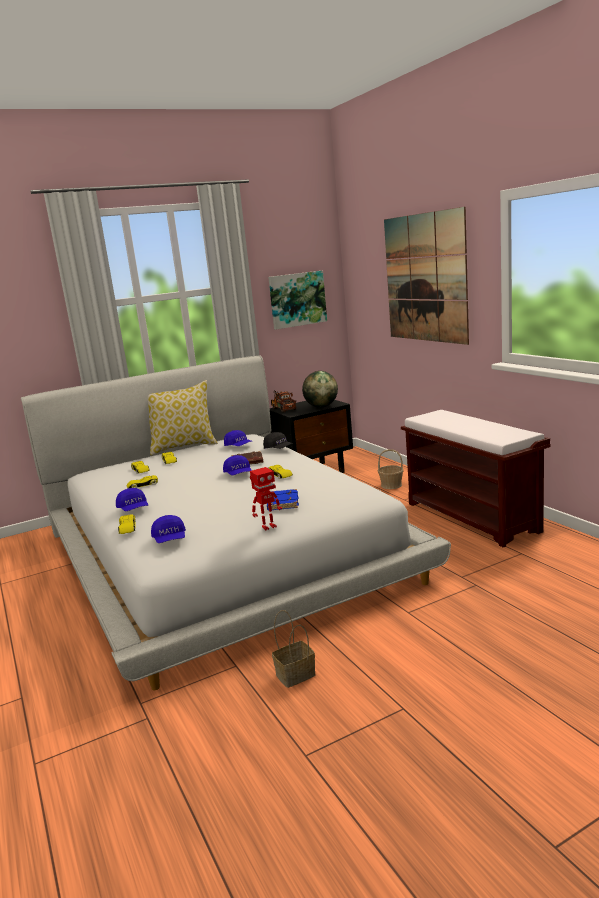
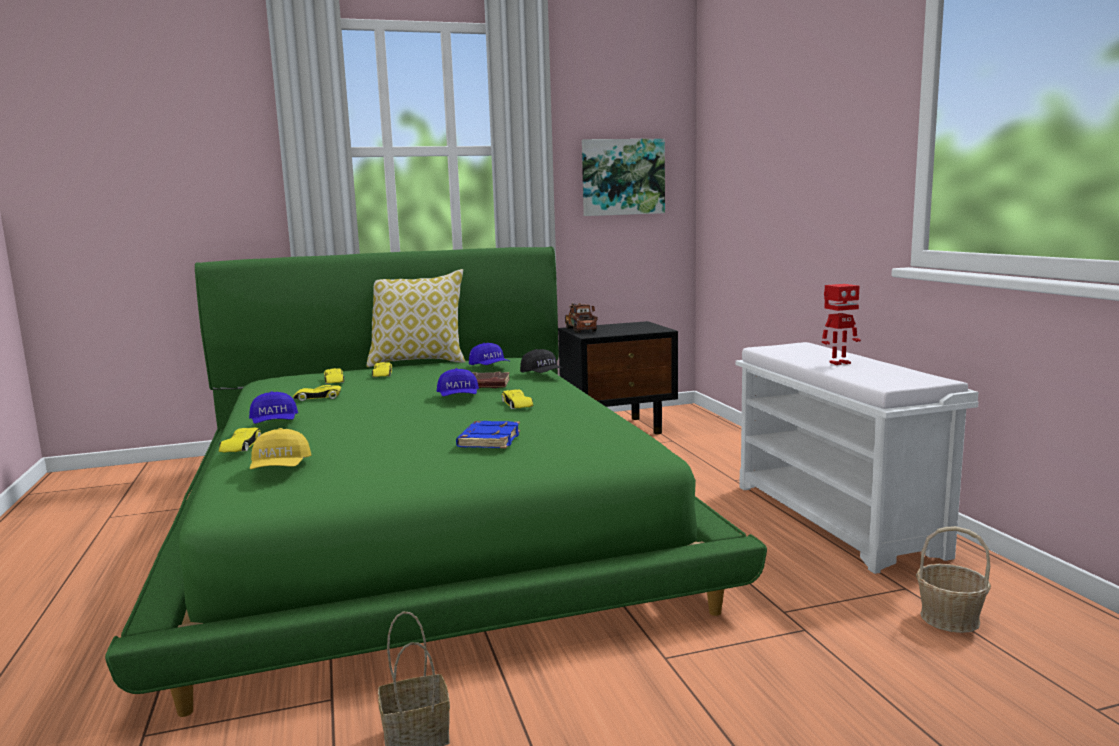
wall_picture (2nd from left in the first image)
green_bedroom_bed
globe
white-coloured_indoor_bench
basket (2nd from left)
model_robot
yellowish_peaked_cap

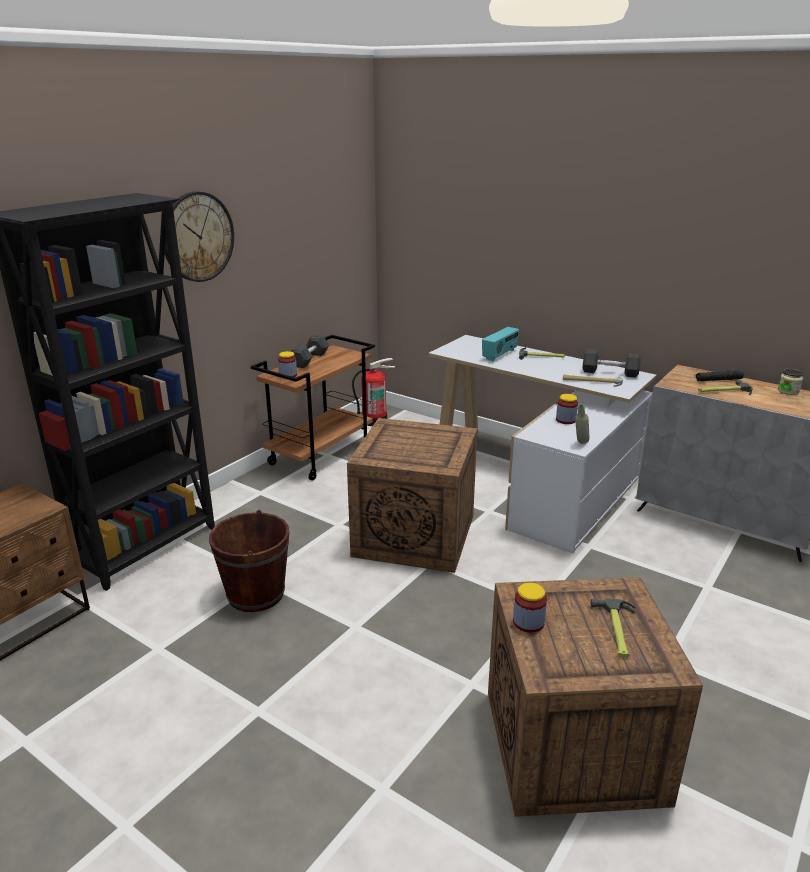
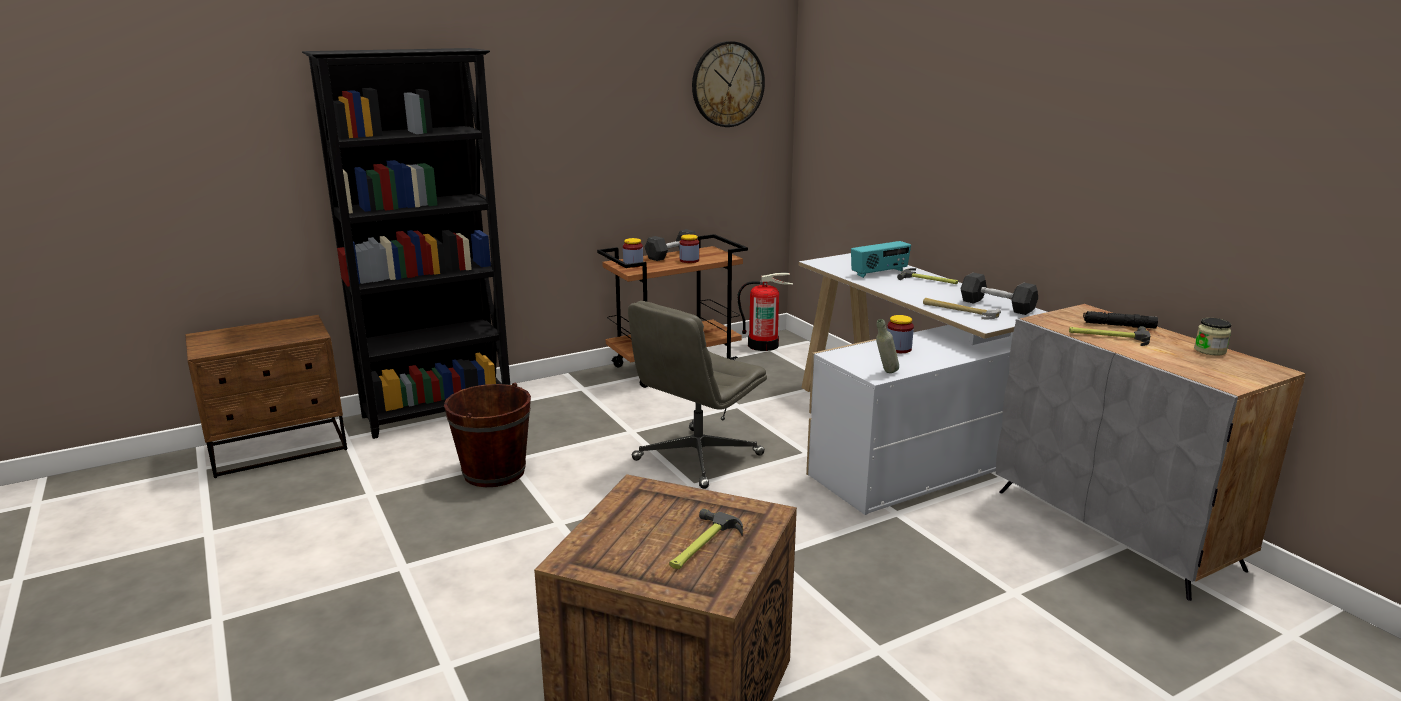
wall_clock
gray_computer_chair
preserve_jar (2nd from left)

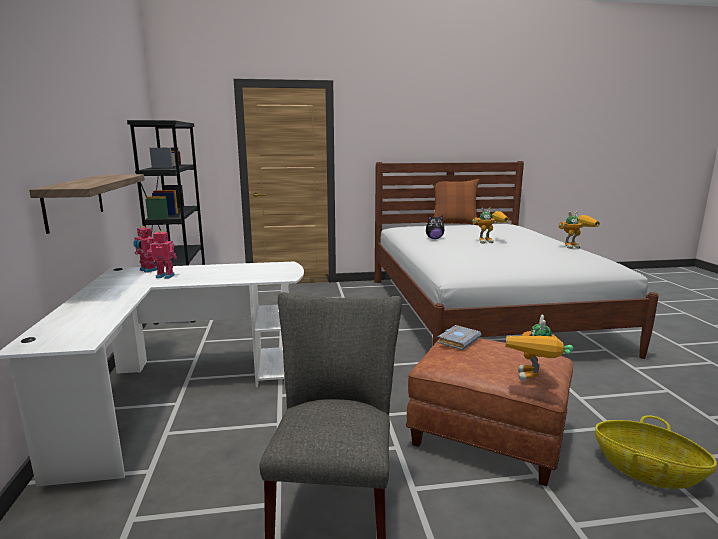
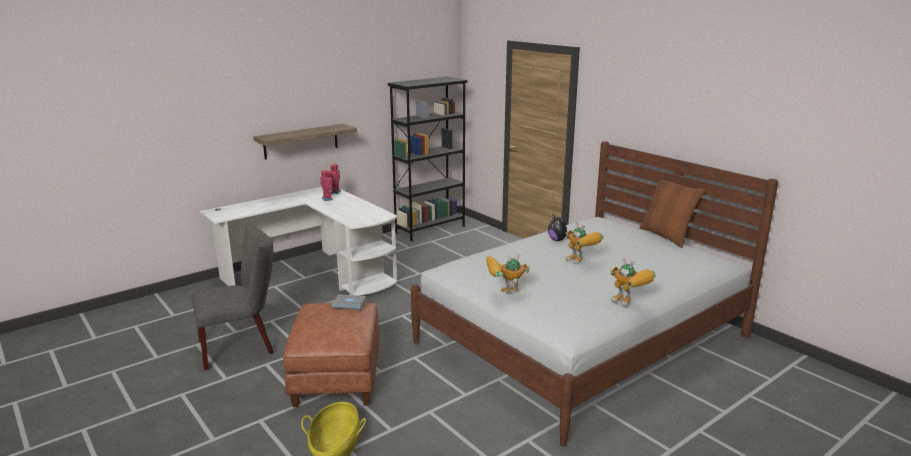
model_robot (3rd from left)

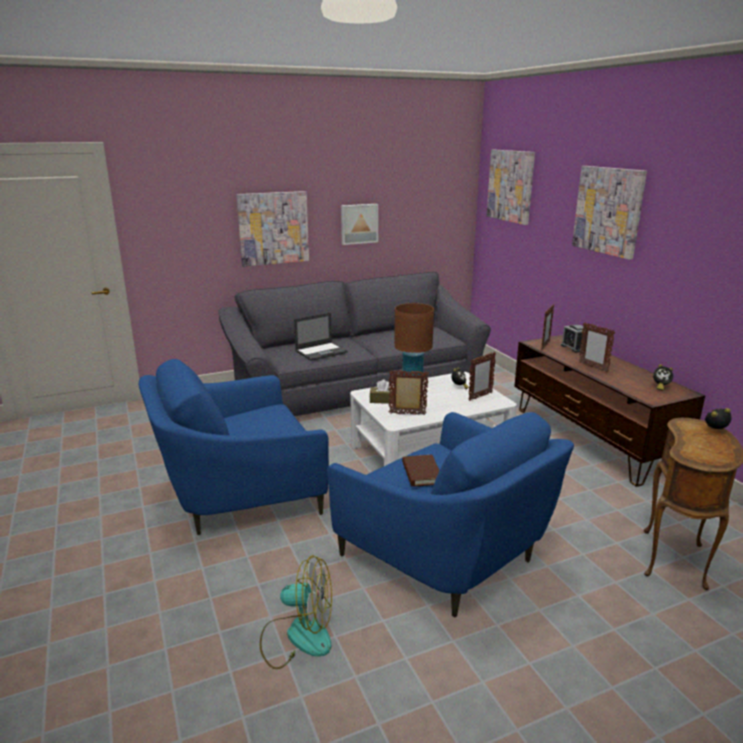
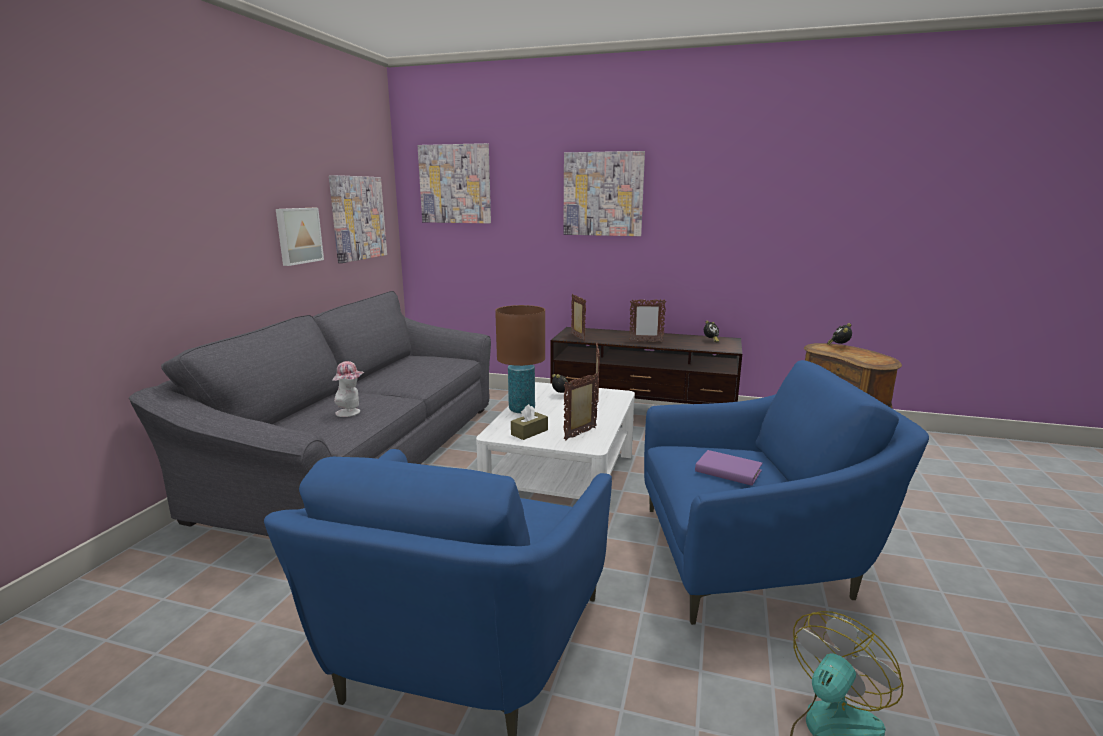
wall_picture (2nd from left)
wearable_hat
table_clock (2nd from left in the first image)
purple_bound_book

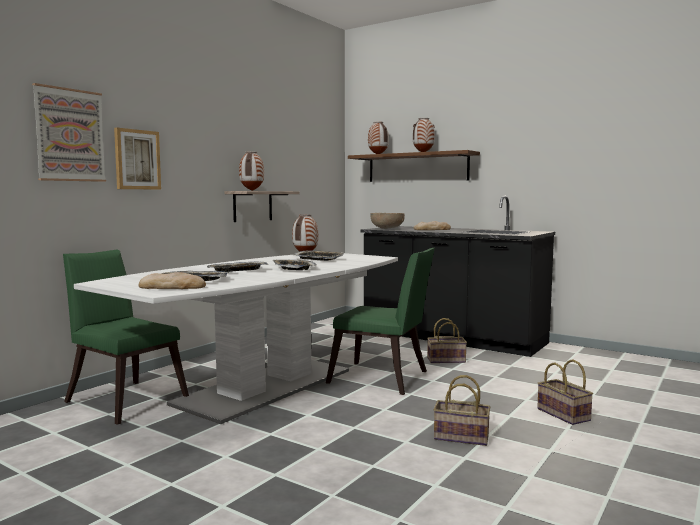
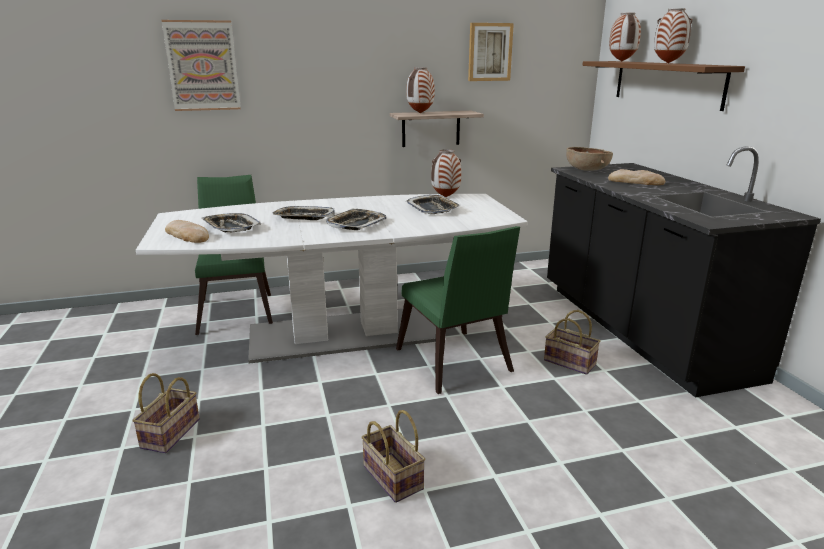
wall_picture (2nd from left)
basket (1st from left)

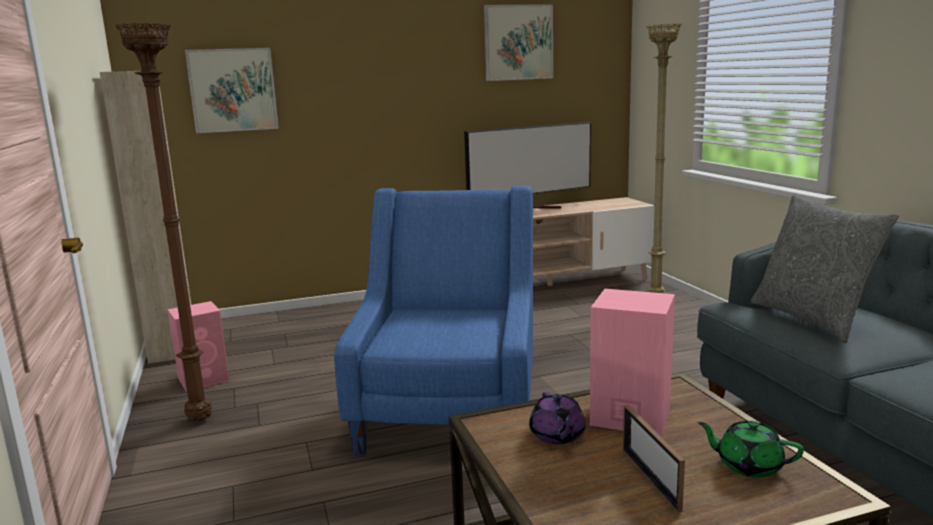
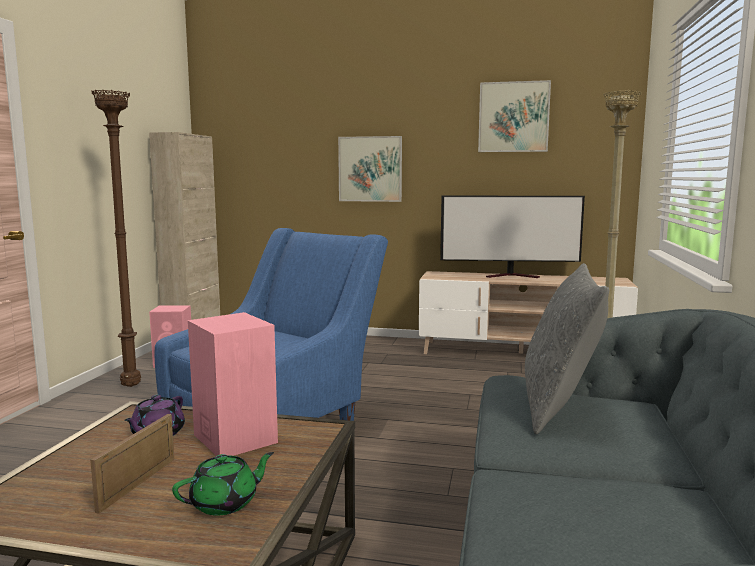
wall_picture (1st from left)
green_teapot

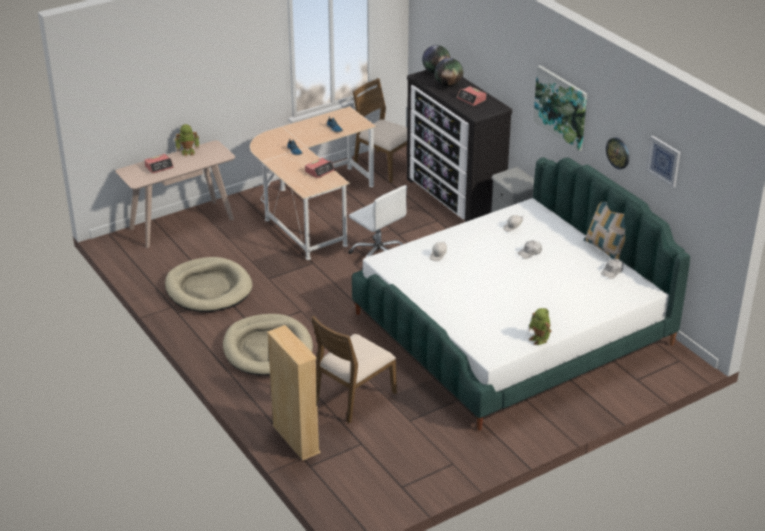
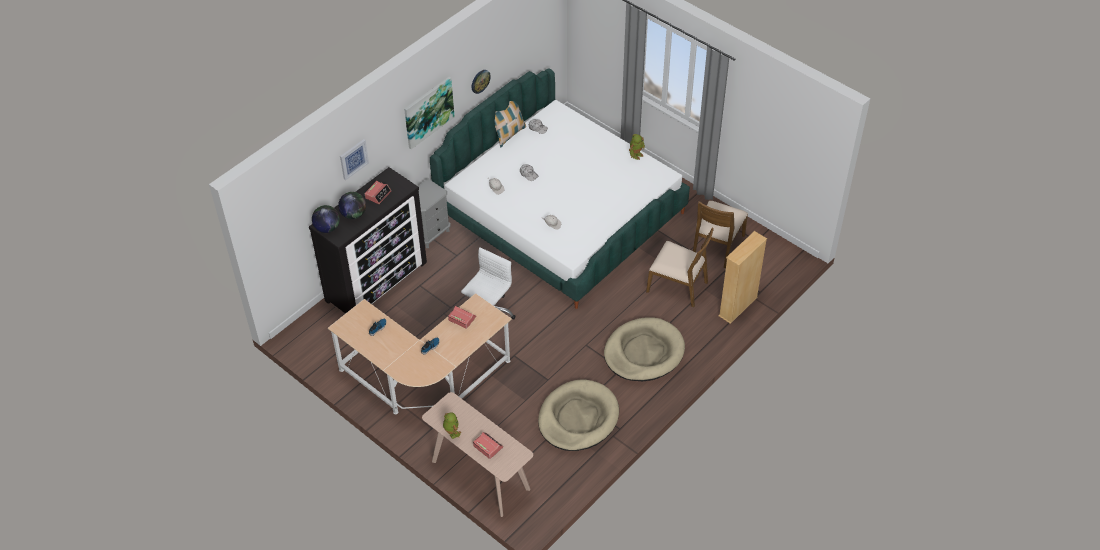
brown_plain_chair (2nd from left)
wall_picture (1st from left)

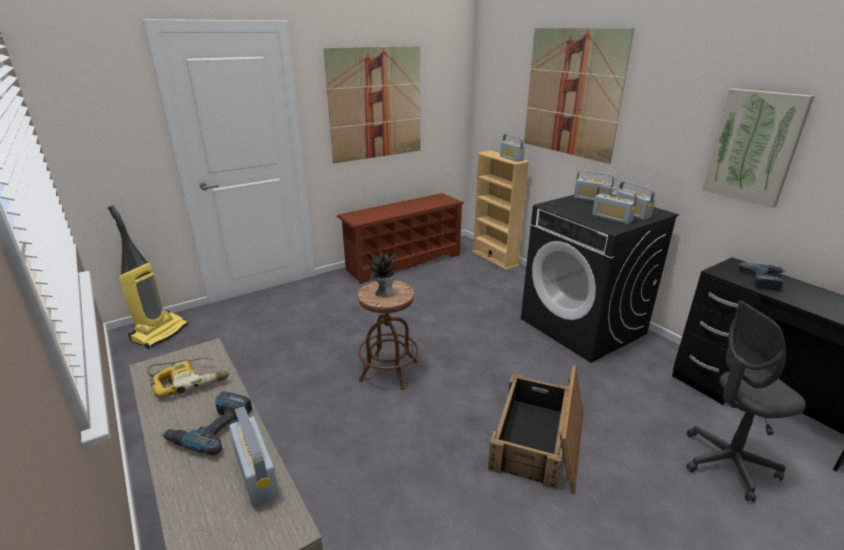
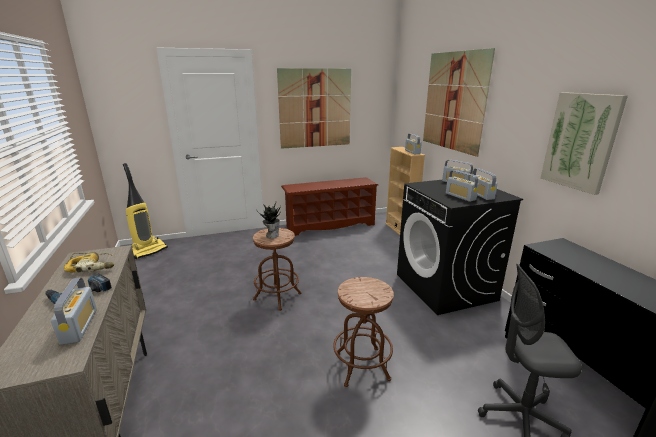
drill (3rd from left in the first image)
brown_sitting_stool (2nd from left)

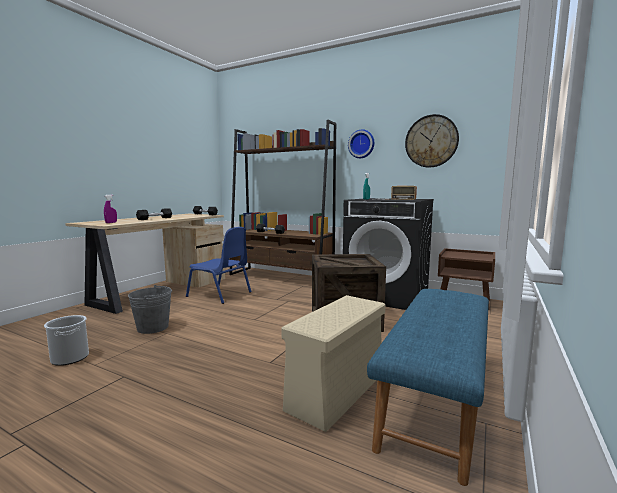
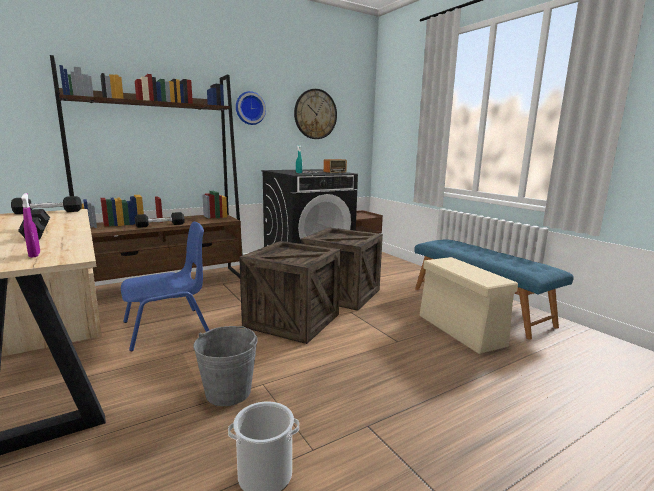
shipping_crate (1st from left)

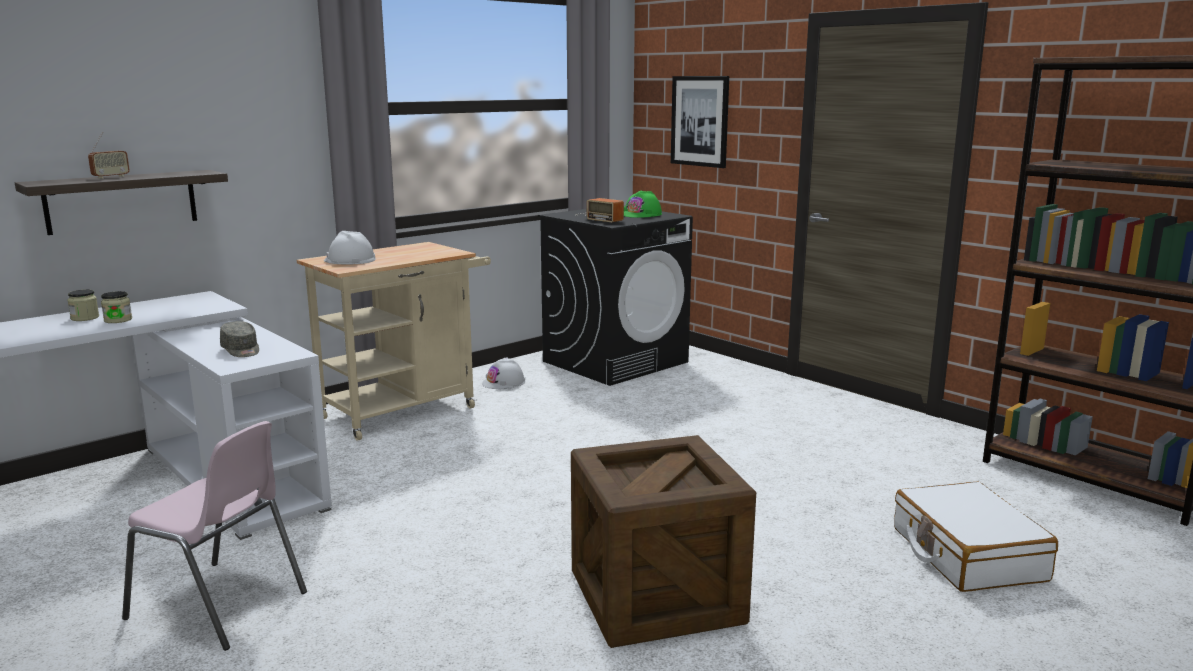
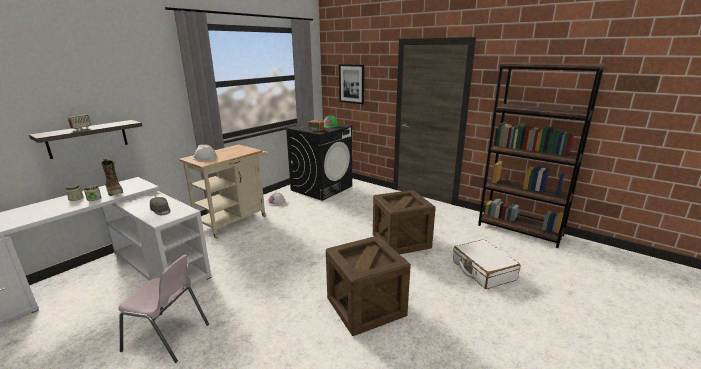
tall_boot
shipping_crate (2nd from left)

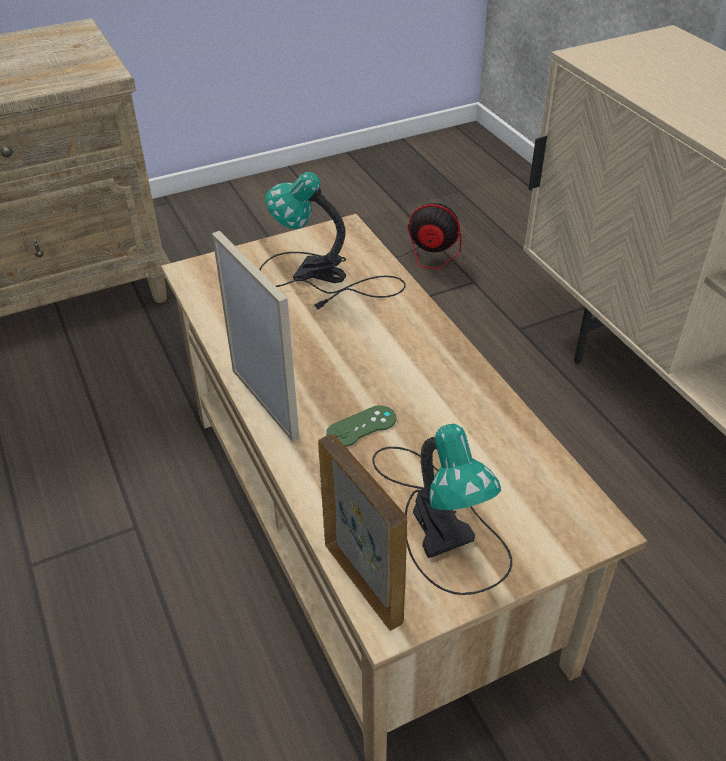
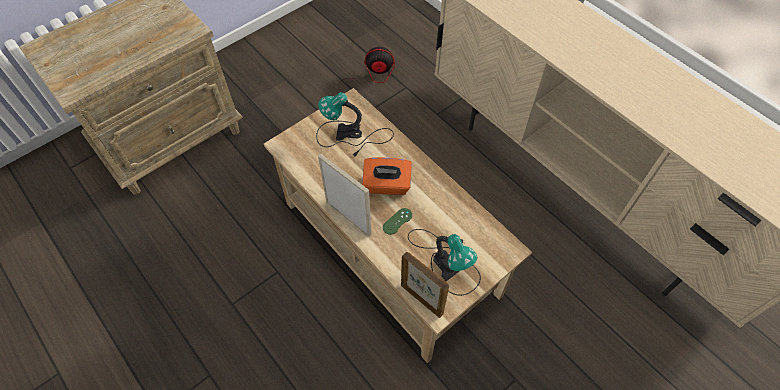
orange-coloured_box_of_tissues

